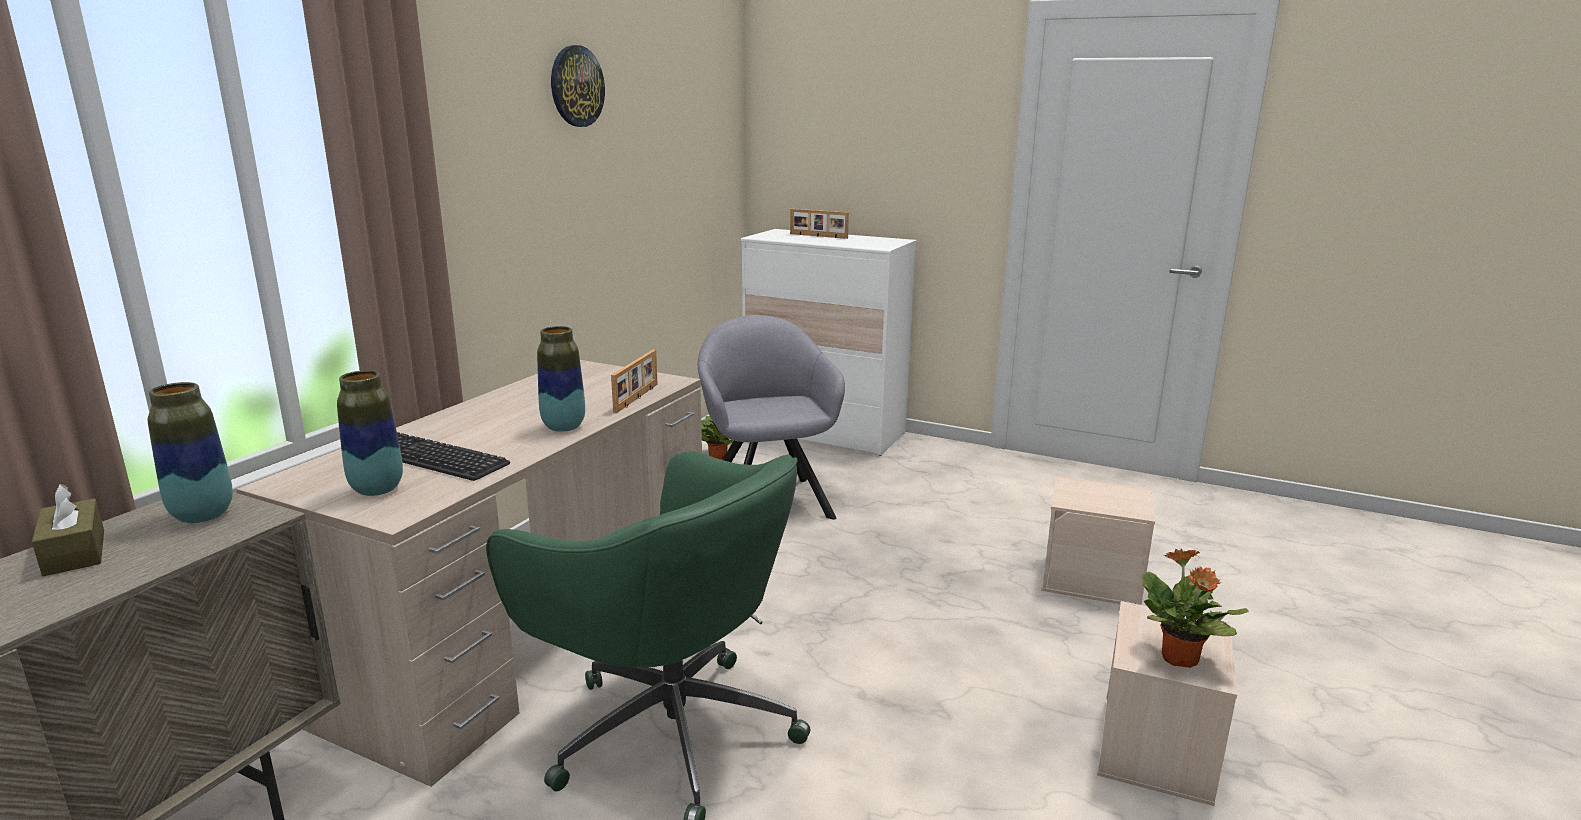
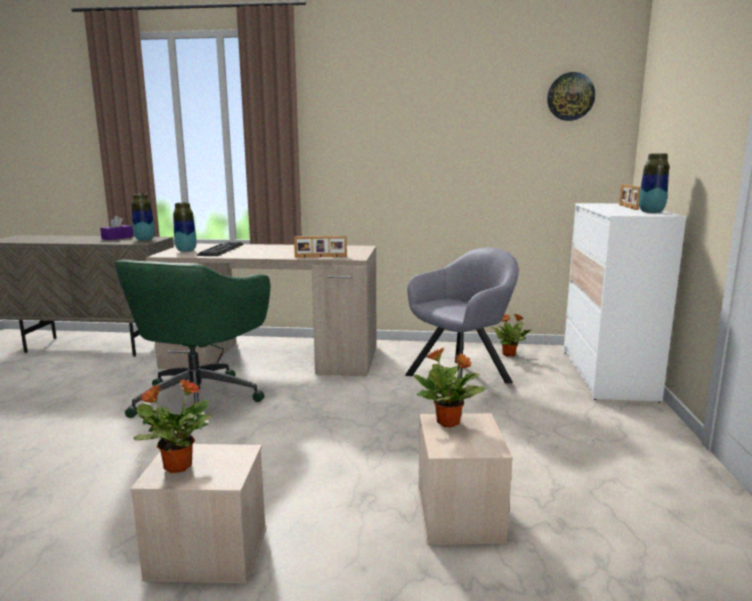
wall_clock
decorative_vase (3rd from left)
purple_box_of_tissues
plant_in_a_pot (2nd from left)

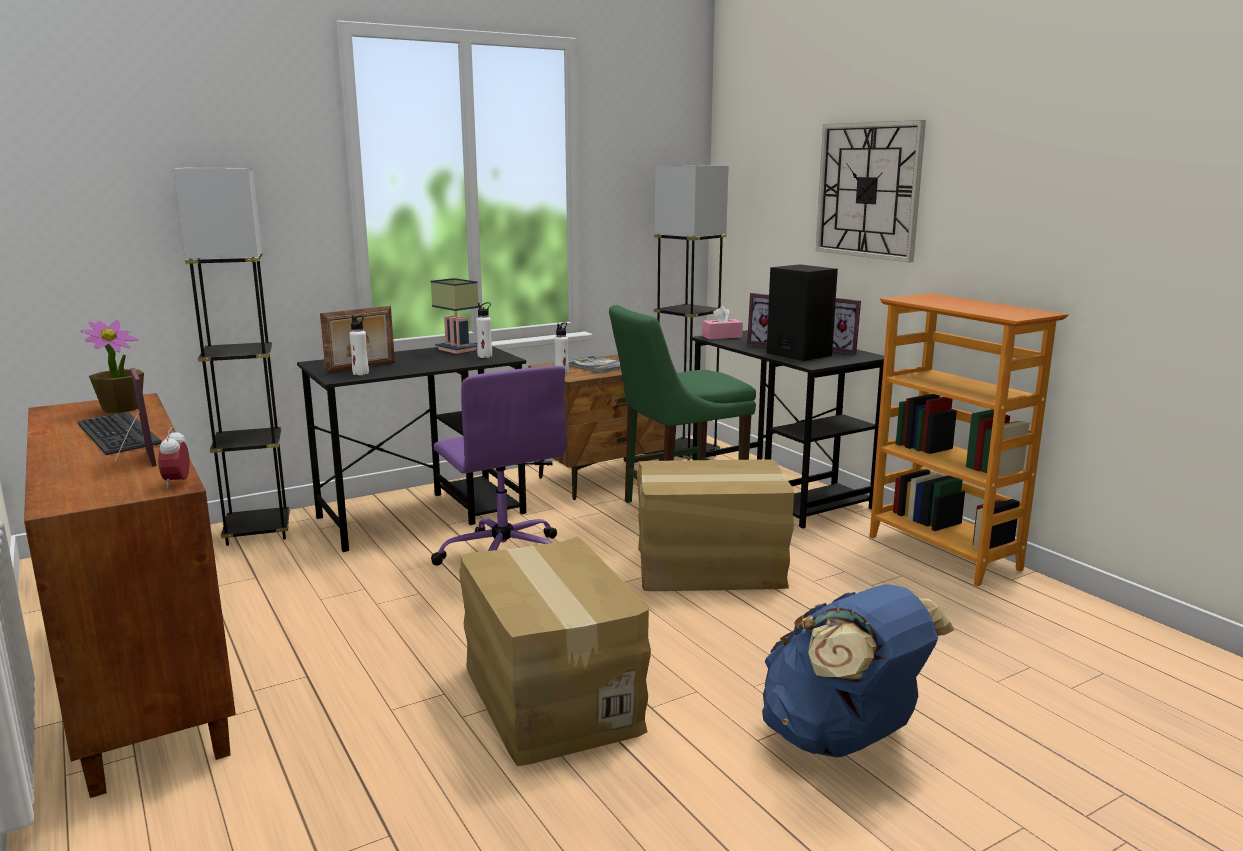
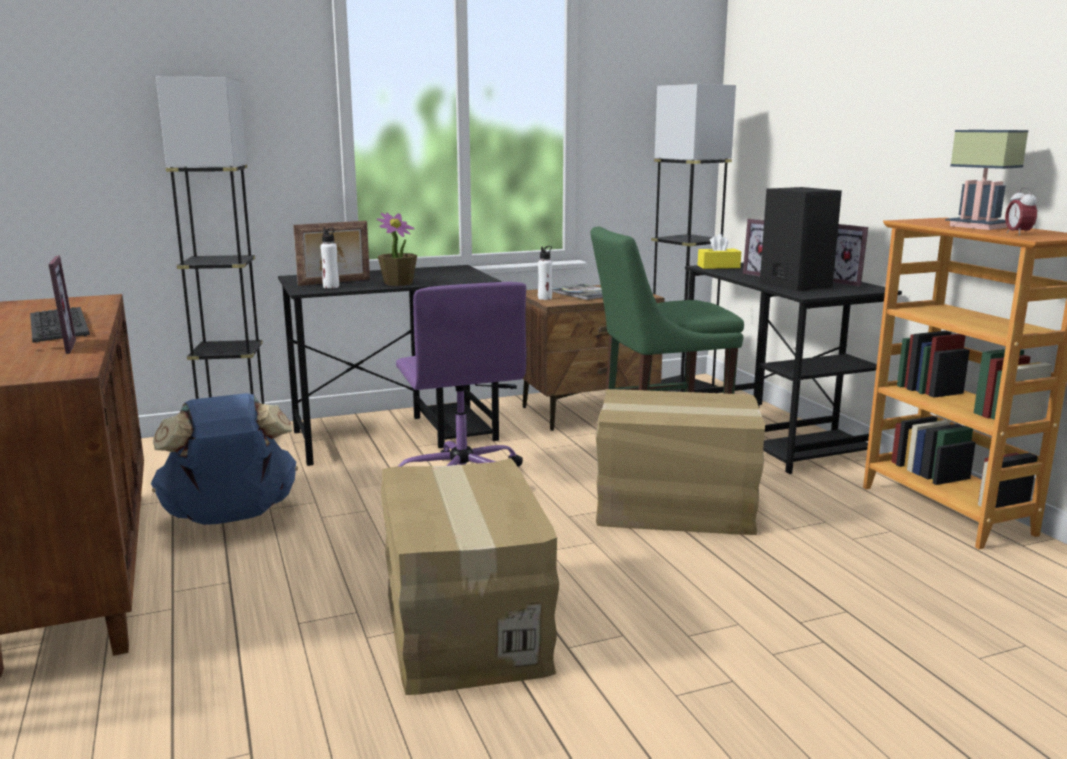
wall_clock
lamp_for_a_table
white-coloured_beverage_bottle (2nd from left in the first image)
yellowish_box_of_tissues
plant_in_a_pot
table_clock
blue_rucksack

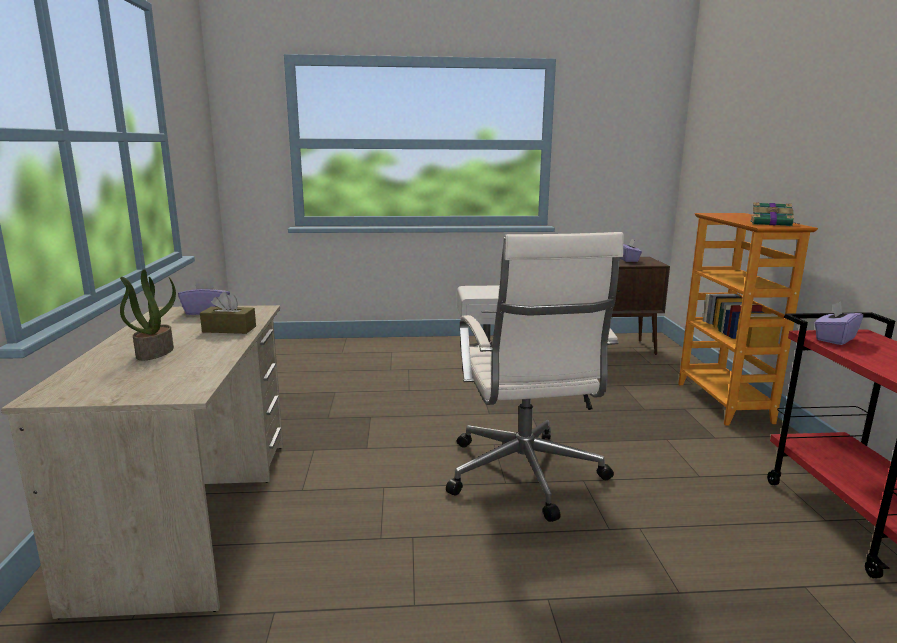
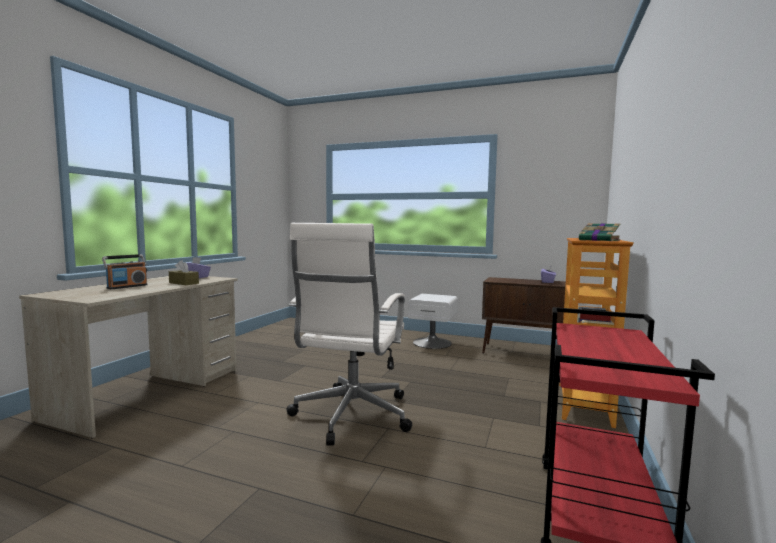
radio_receiver
purple_box_of_tissues (3rd from left in the first image)

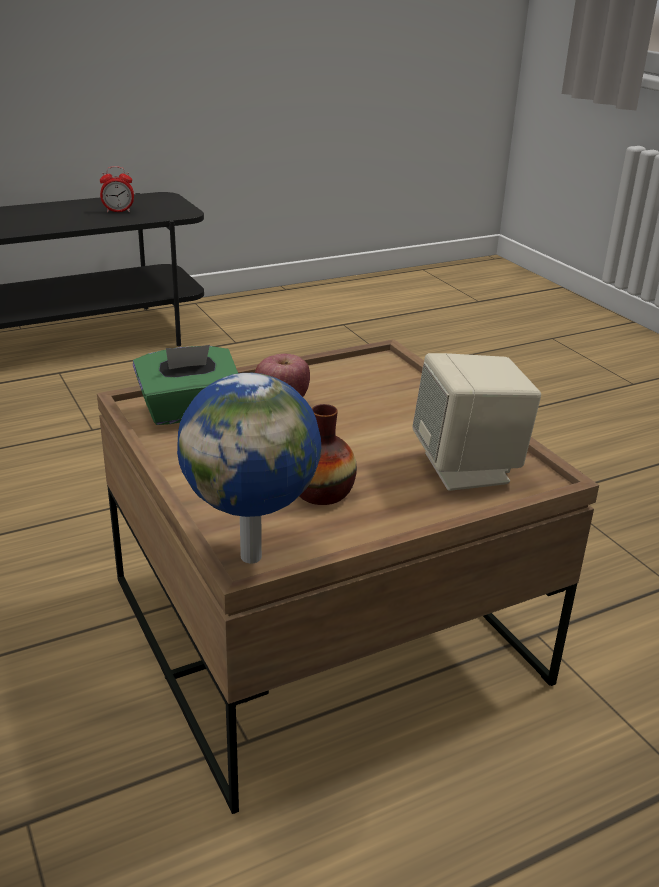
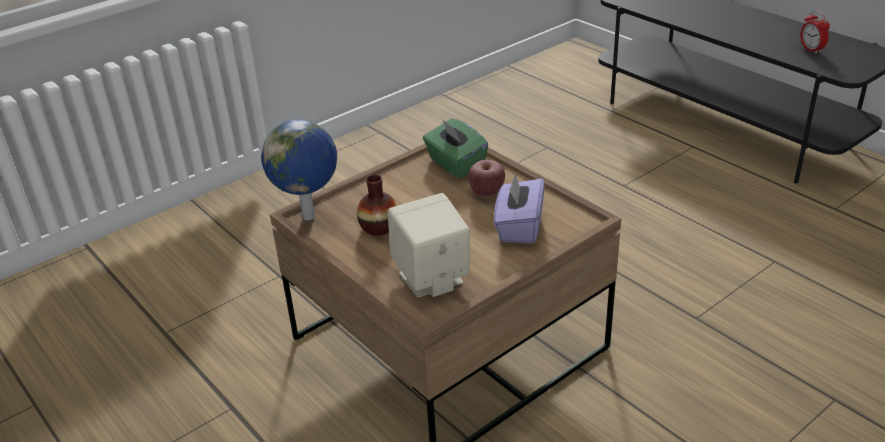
purple_box_of_tissues

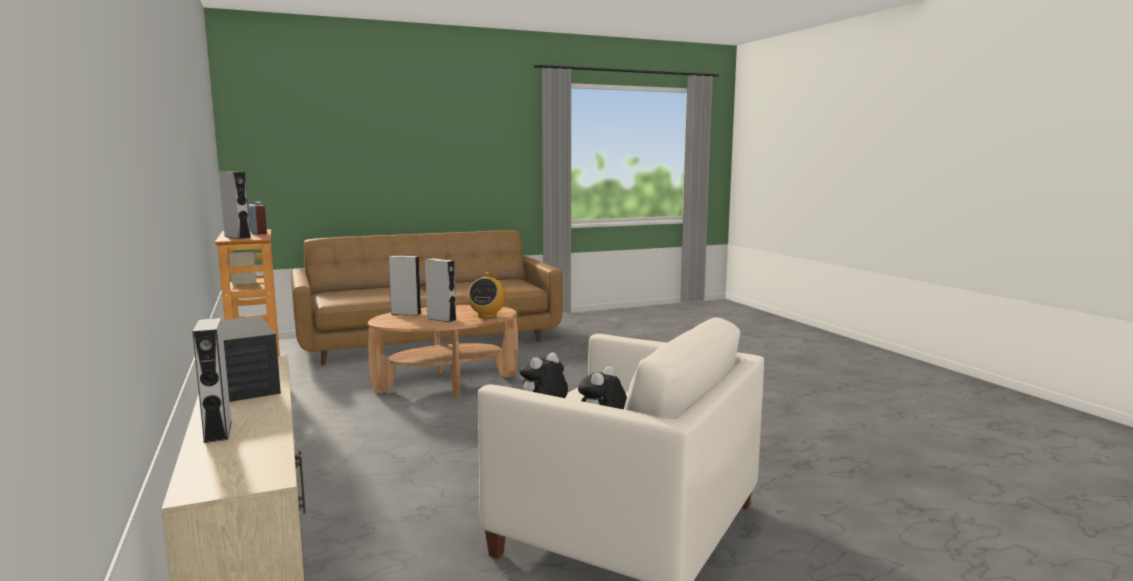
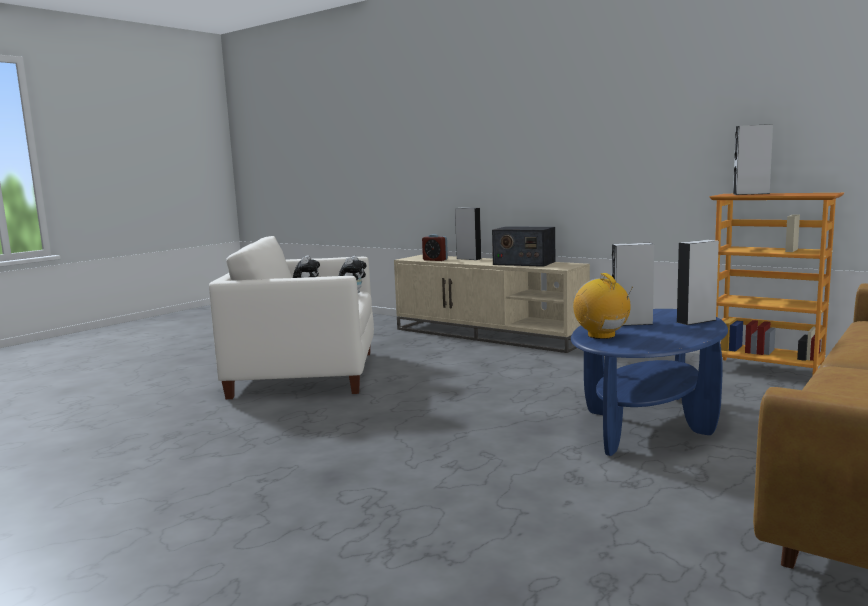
table_clock
blue_coffee_table

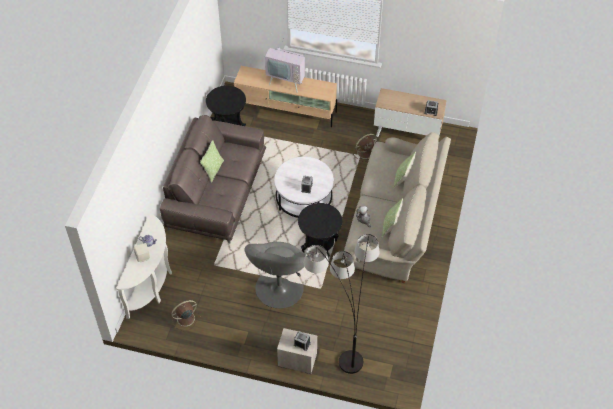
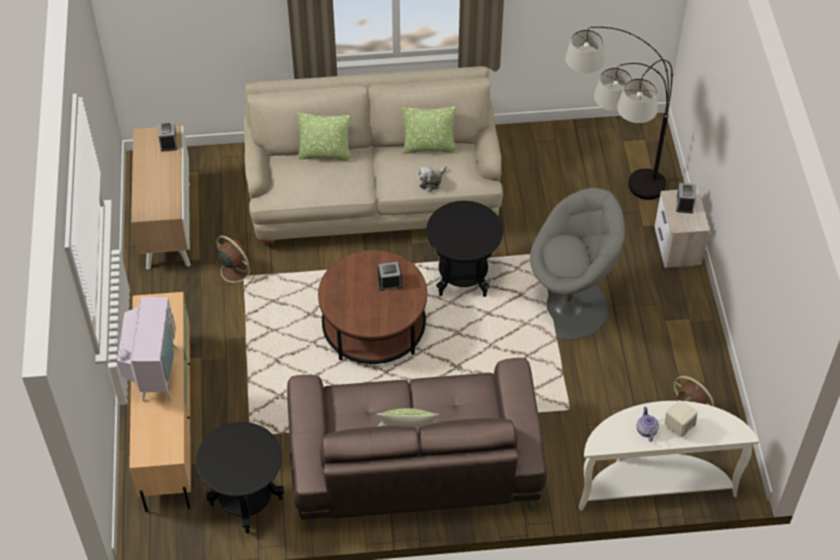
brown_coffee_table

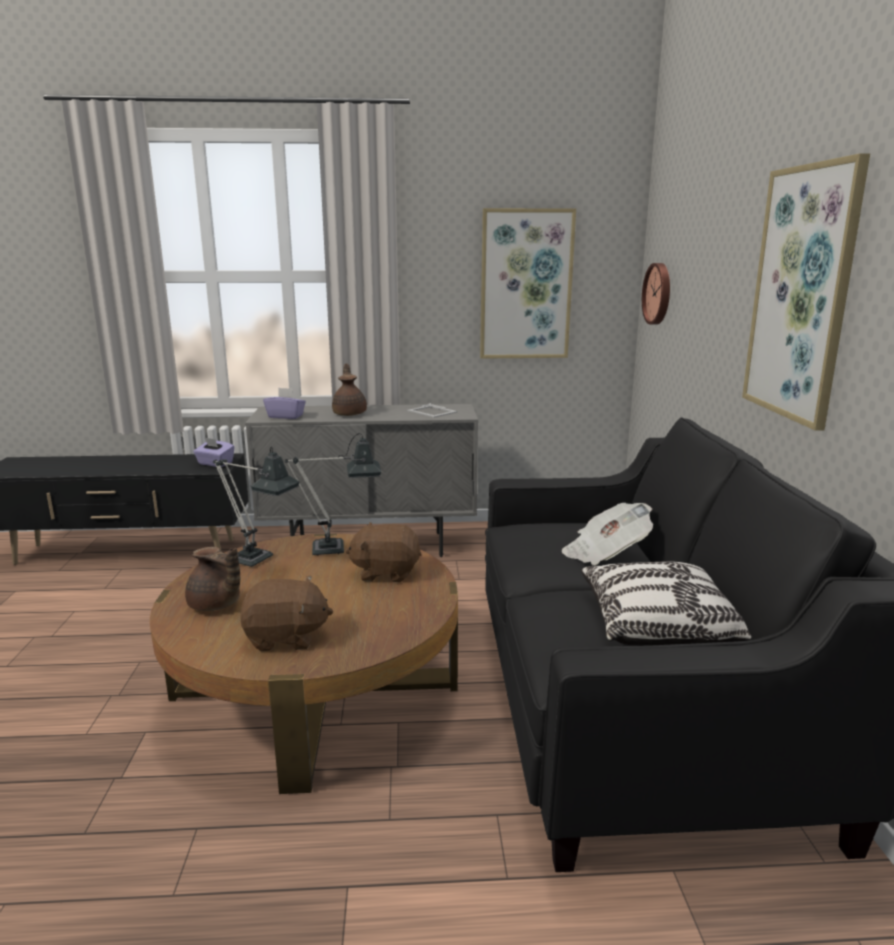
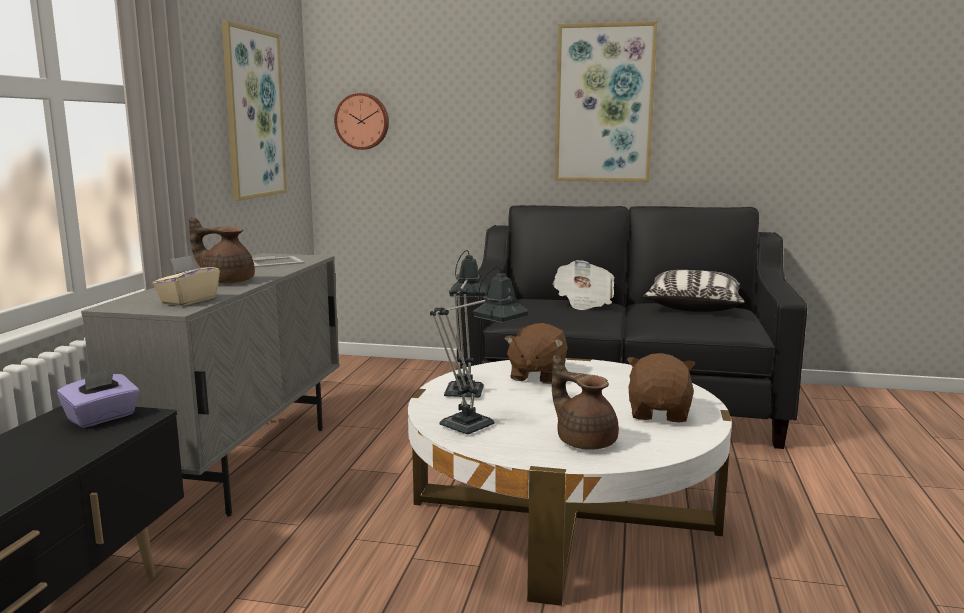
beige_box_of_tissues
white-coloured_coffee_table
brown_teapot (2nd from left)

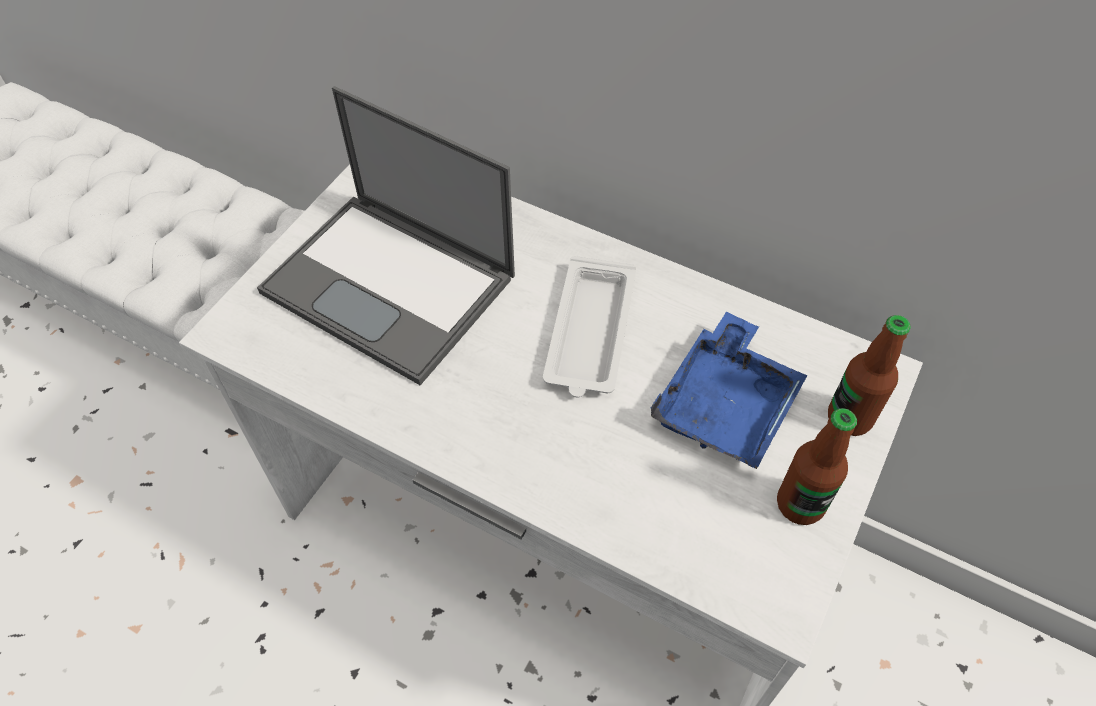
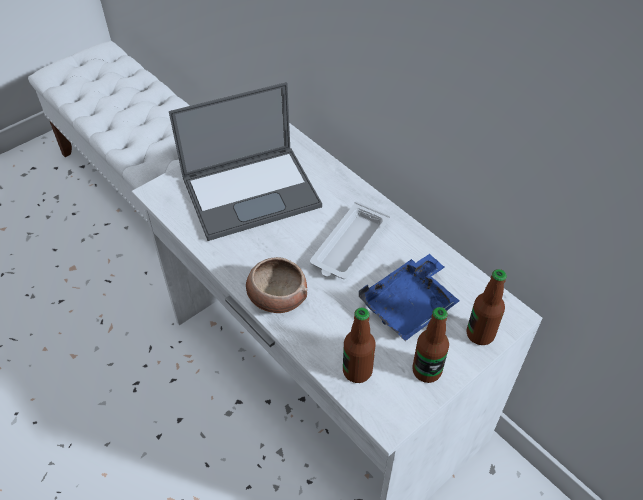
portable_computer
bowl
beverage_bottle (1st from left)

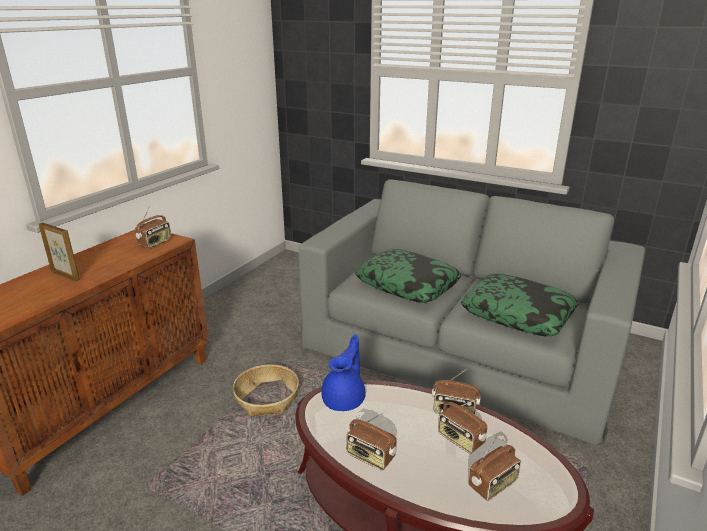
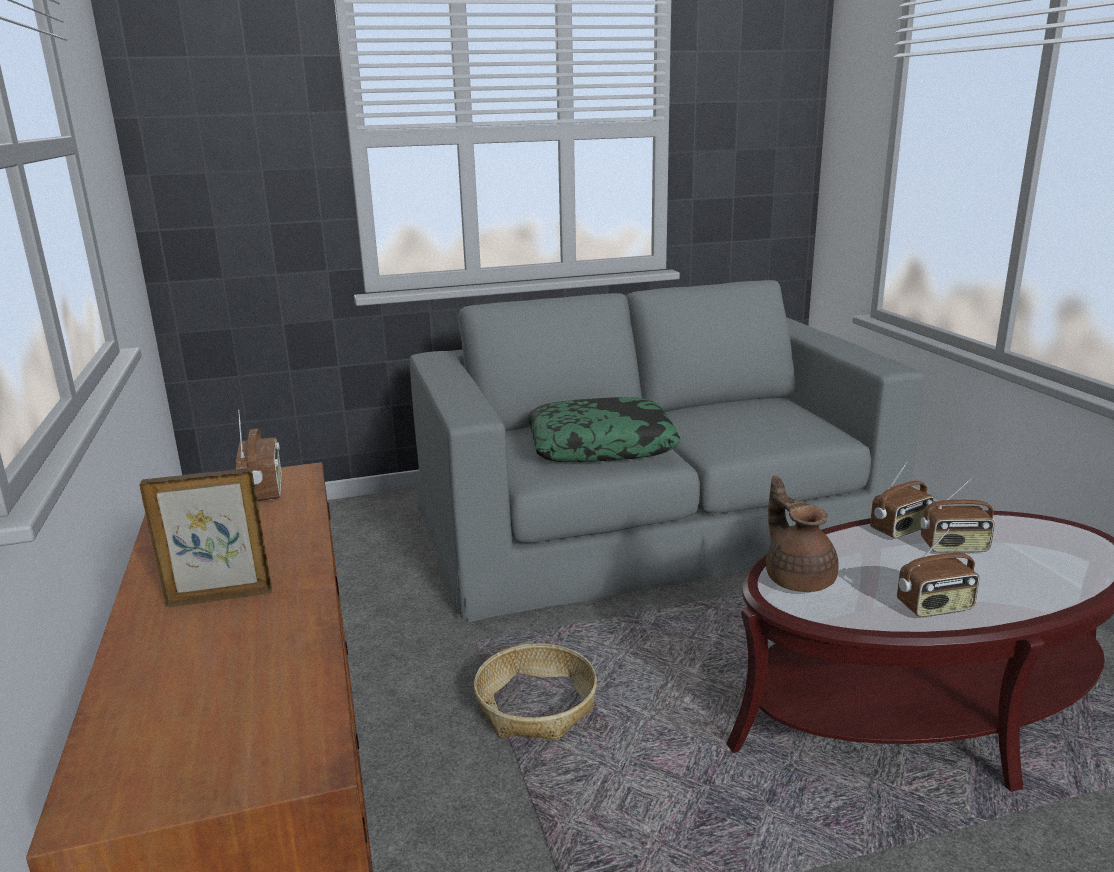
cushion (2nd from left in the first image)
brown_teapot
radio_receiver (5th from left in the first image)

